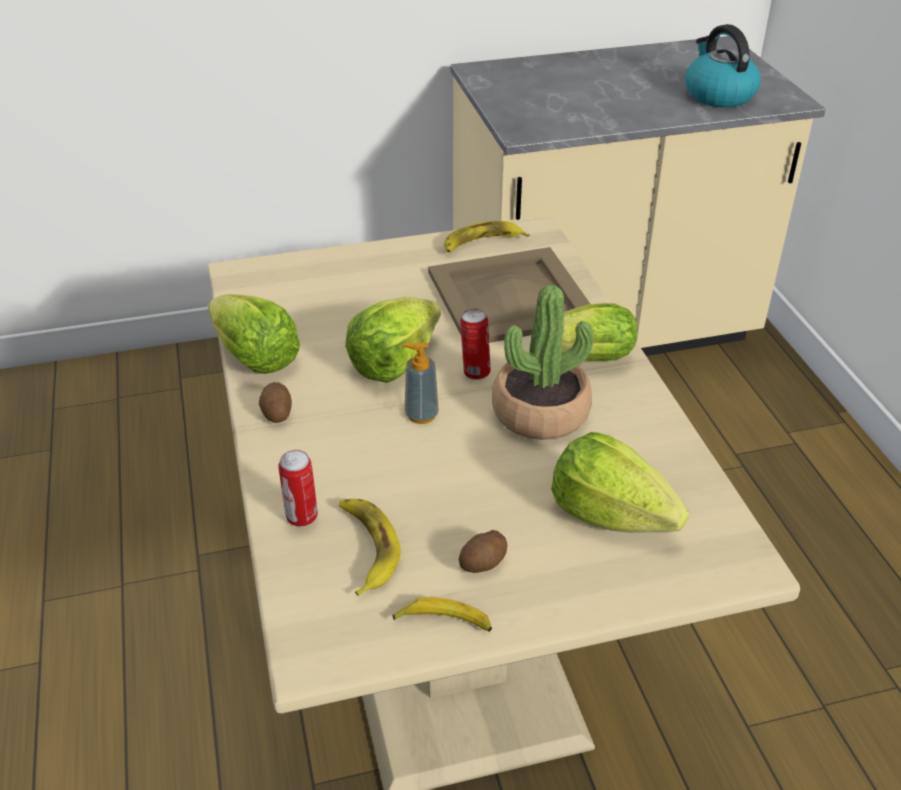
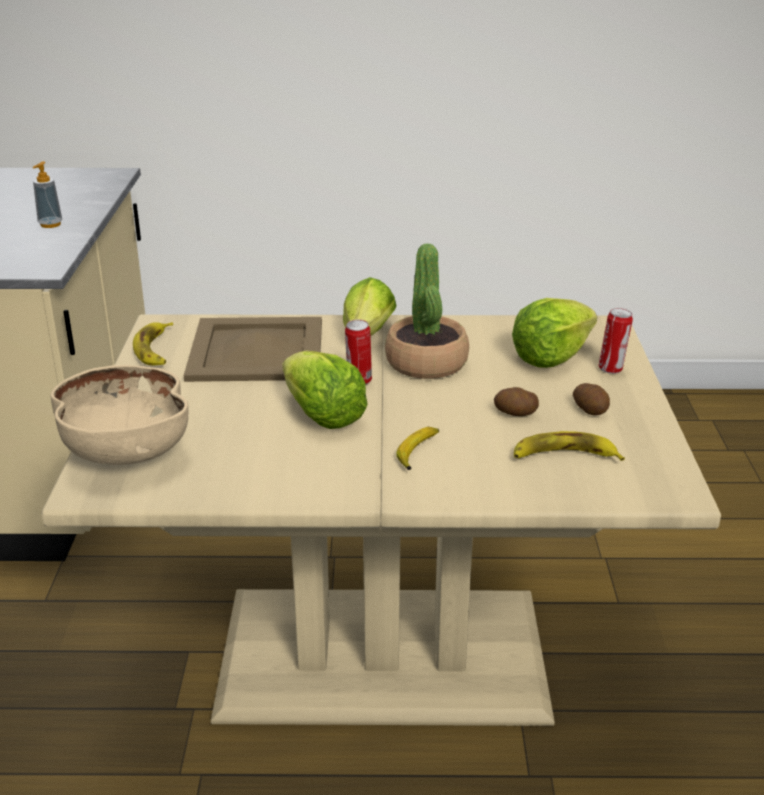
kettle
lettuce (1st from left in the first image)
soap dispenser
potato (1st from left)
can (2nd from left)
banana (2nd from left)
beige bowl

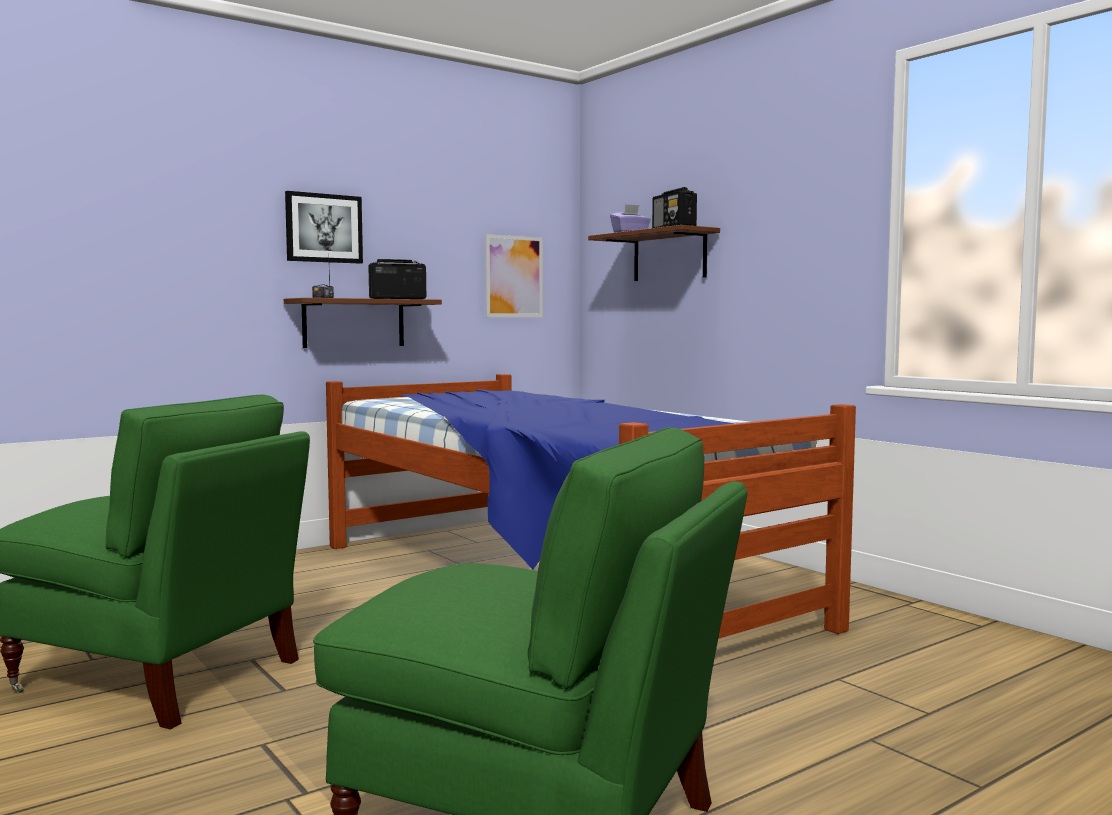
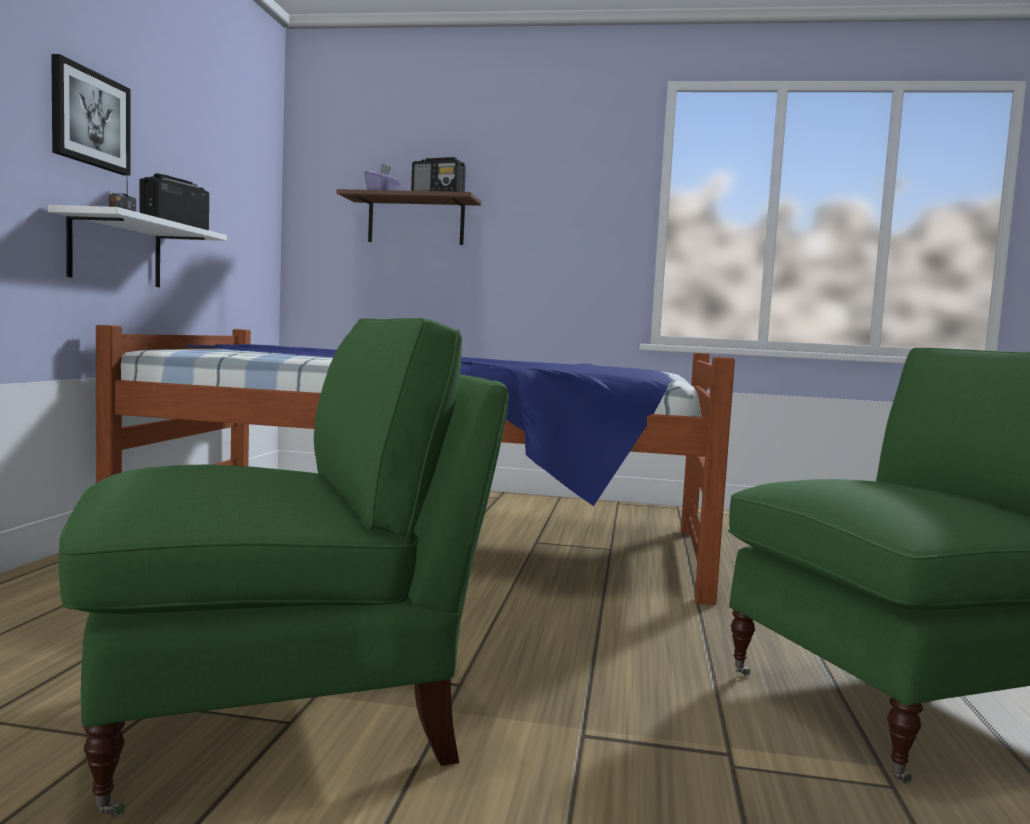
picture (2nd from left in the first image)
white shelf

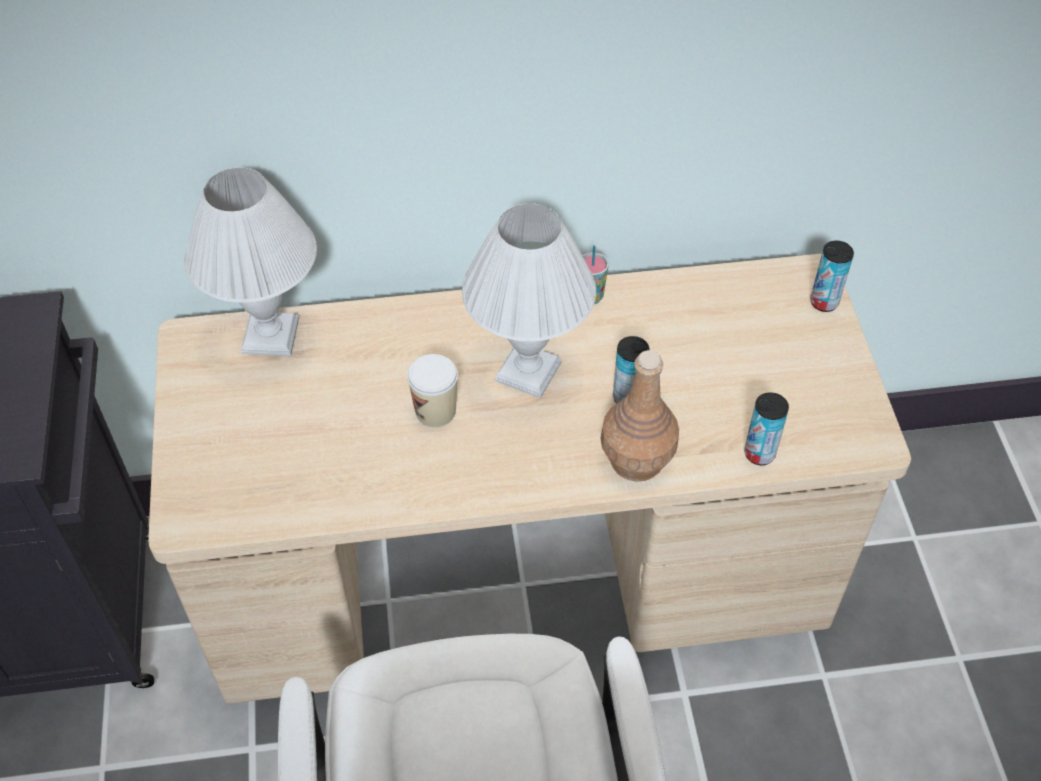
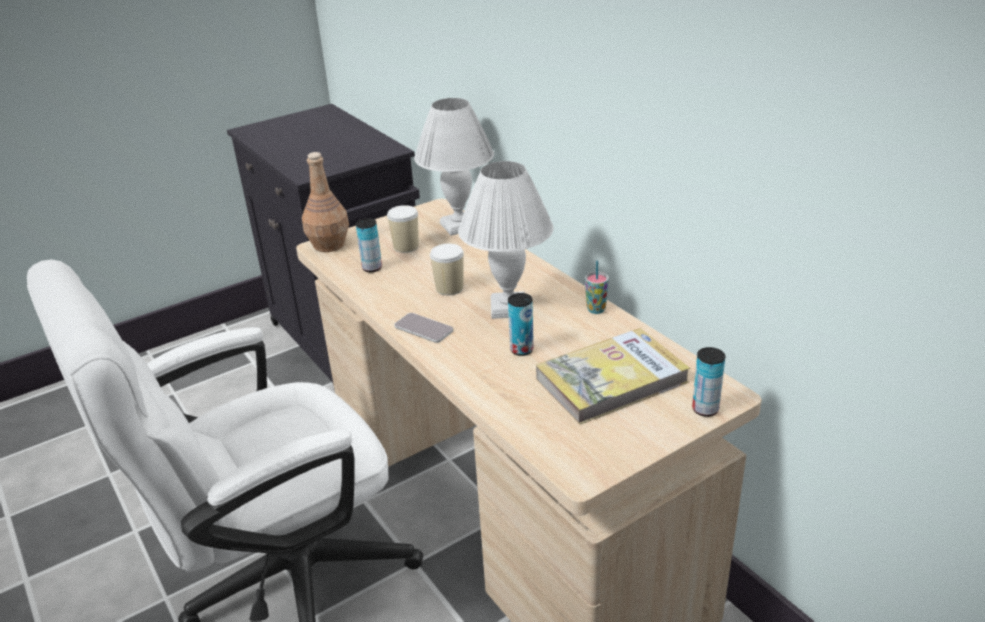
brown bottle
can (1st from left)
cup (1st from left)
phone
book

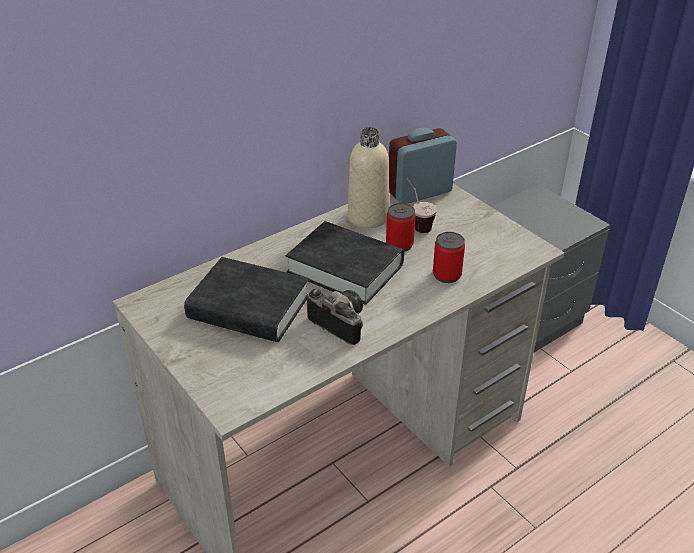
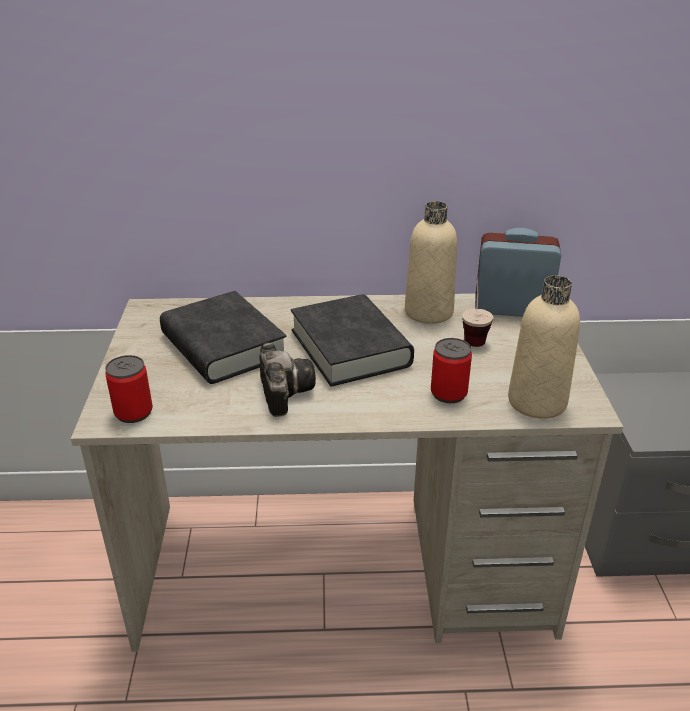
can (1st from left)
beige bottle (2nd from left)

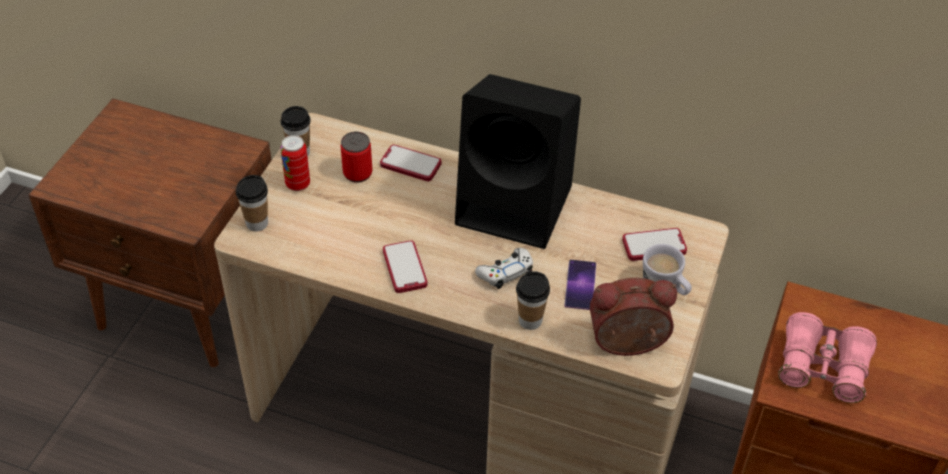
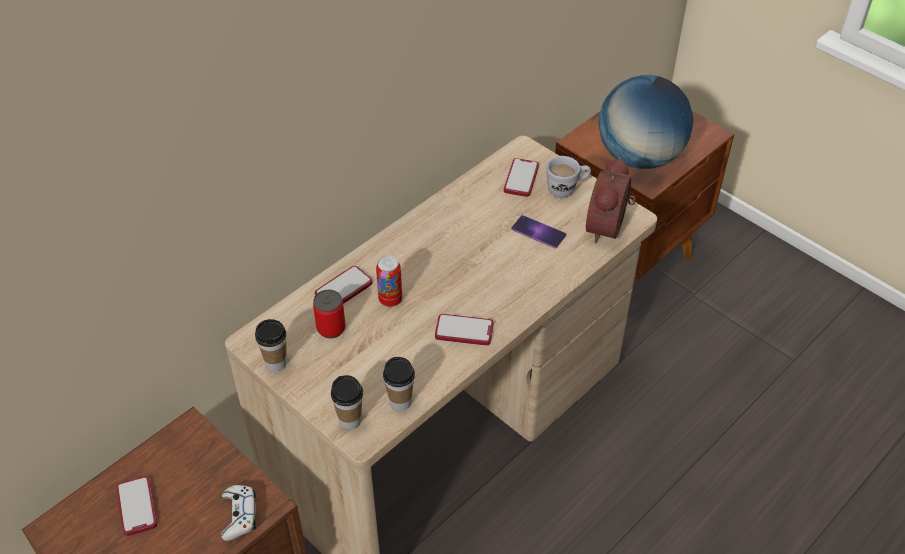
black speaker
can (2nd from left)
white game controller
cup (3rd from left)
globe
phone (1st from left)

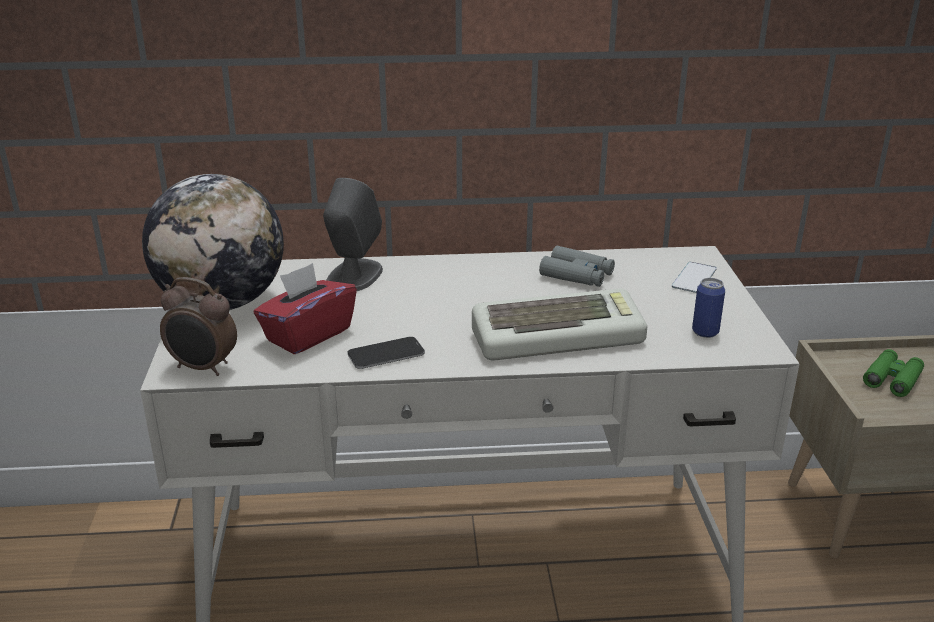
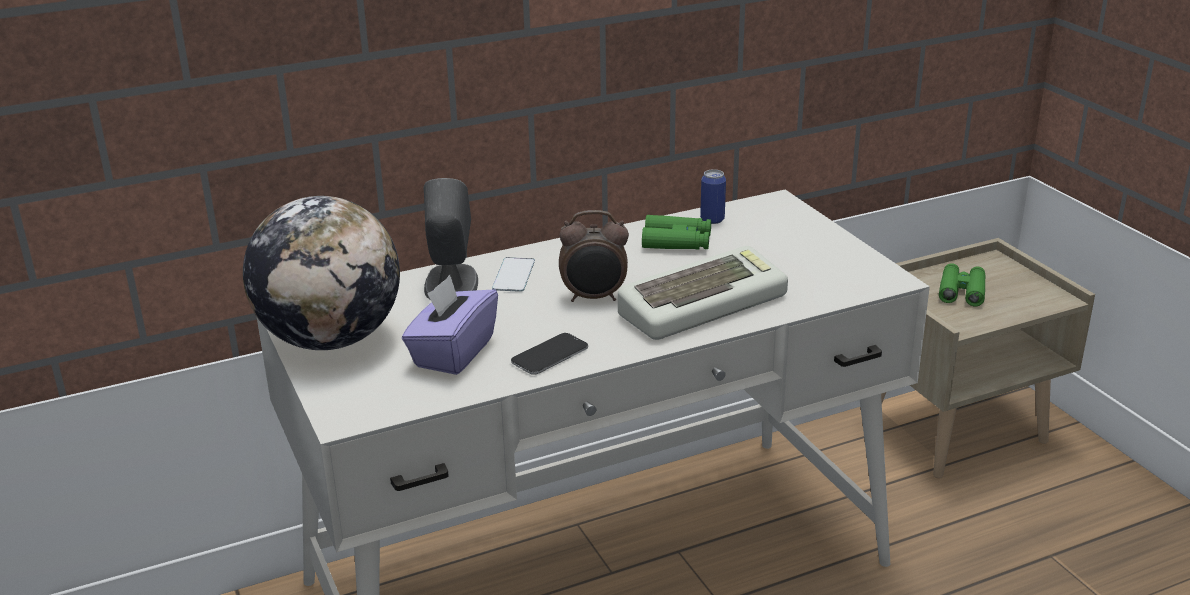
green binoculars (1st from left)
phone (1st from left)
purple tissue box
alarm clock
can

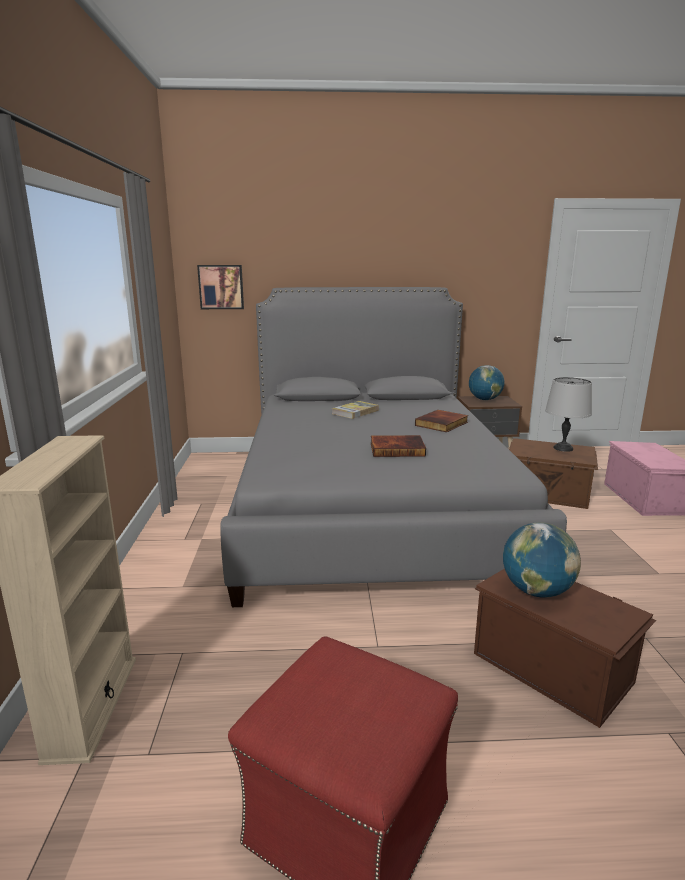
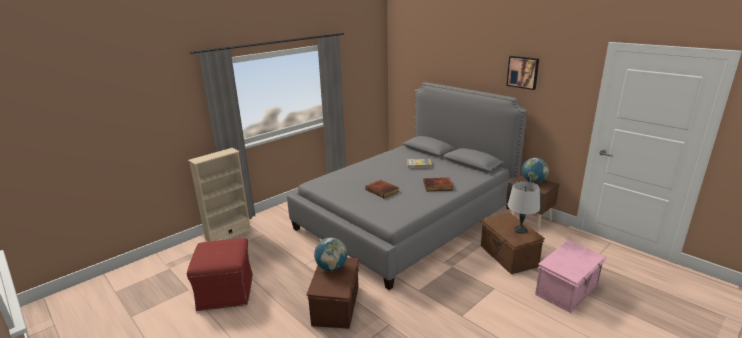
picture

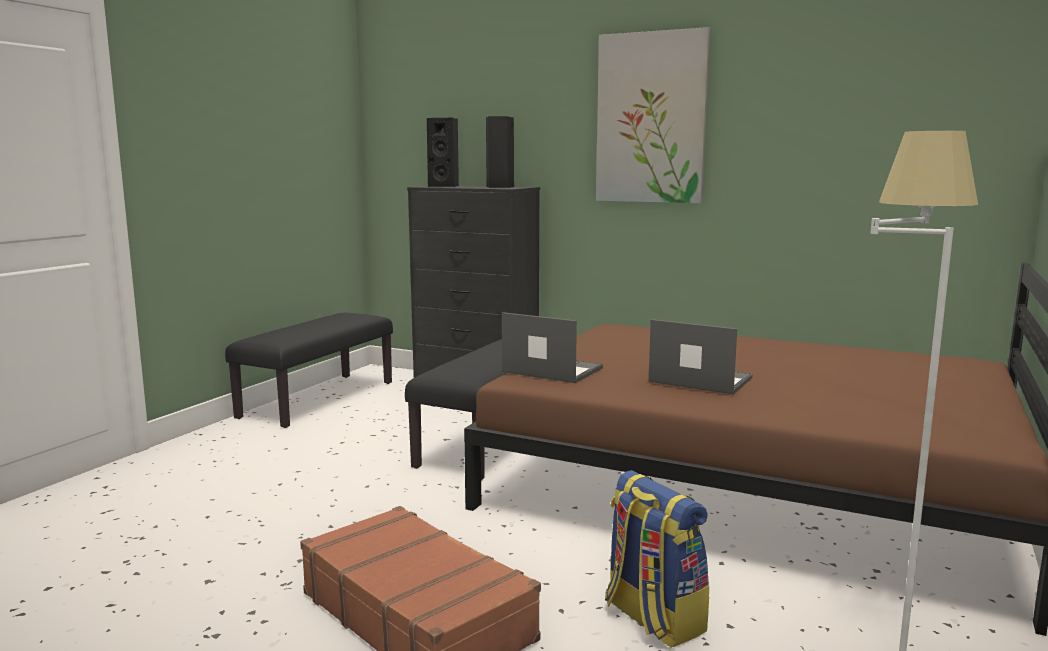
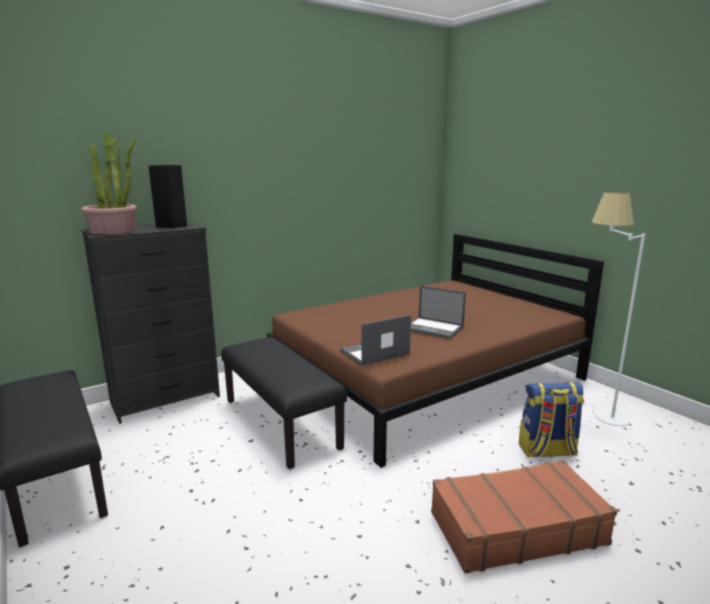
picture
potted plant
laptop (2nd from left)

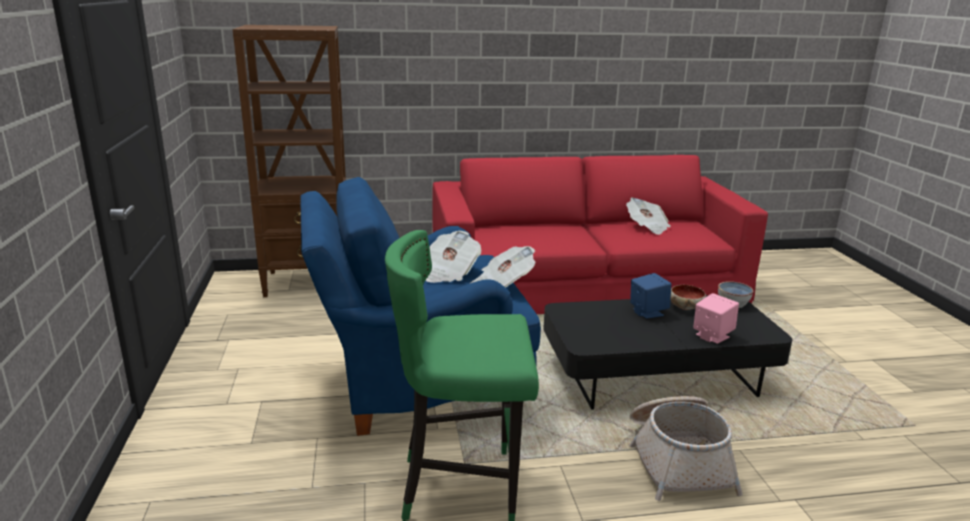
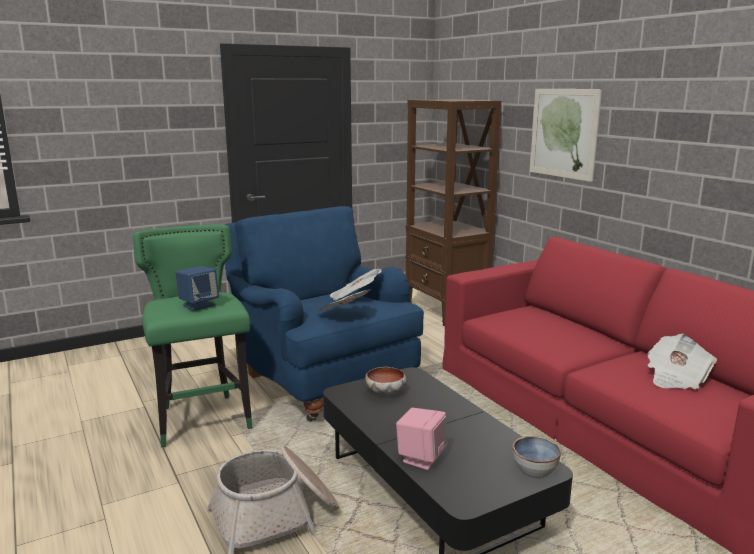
blue speaker
bowl (1st from left)
picture

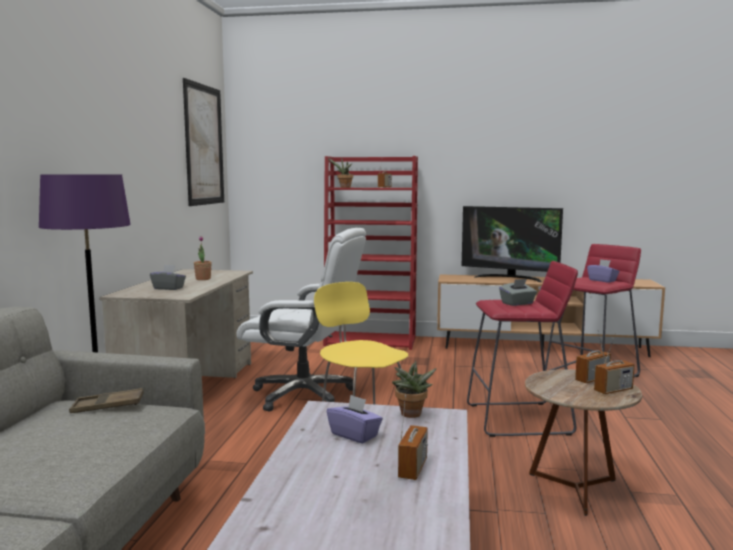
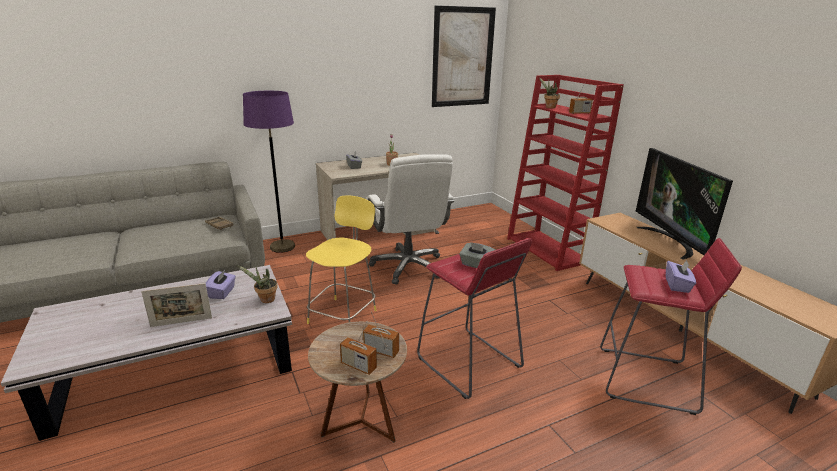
picture frame

